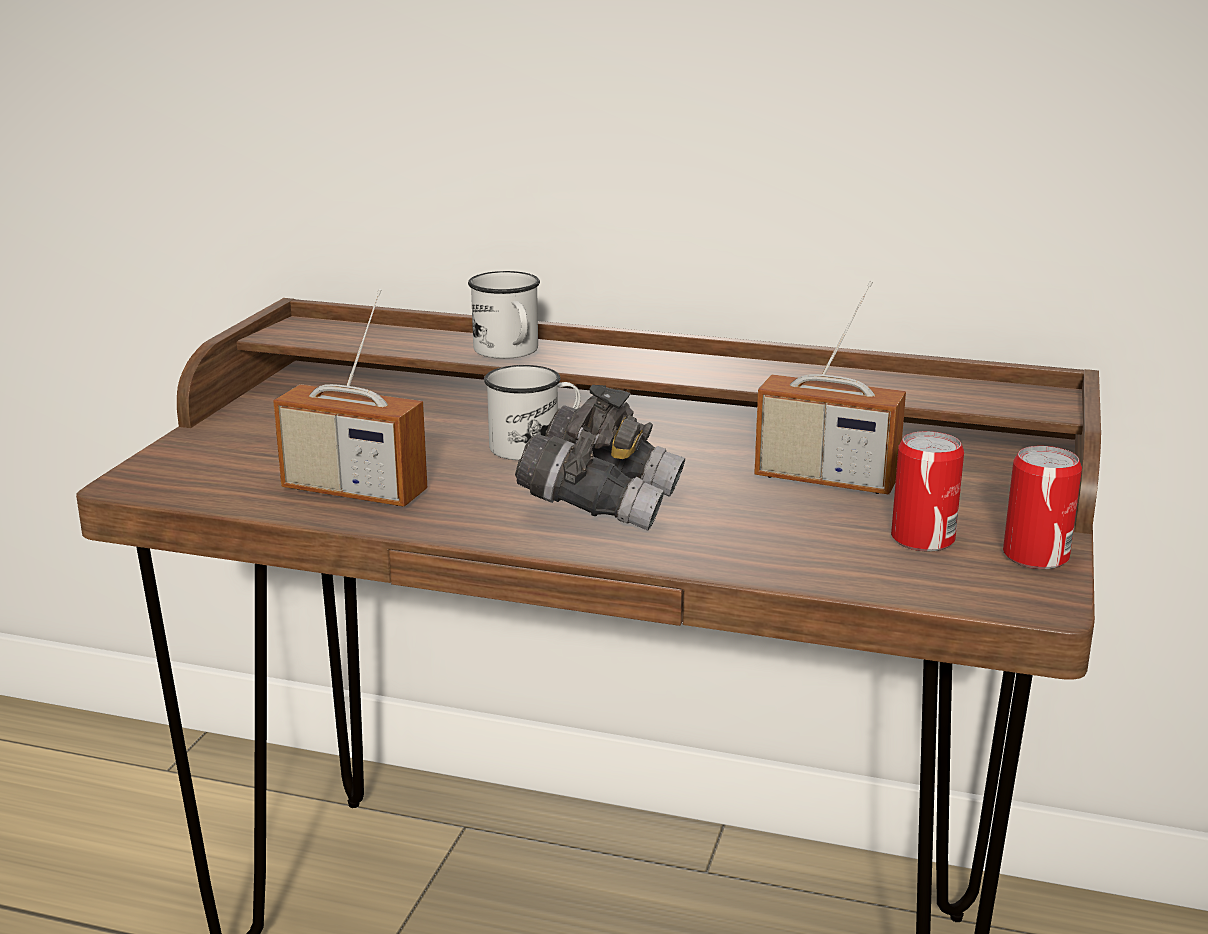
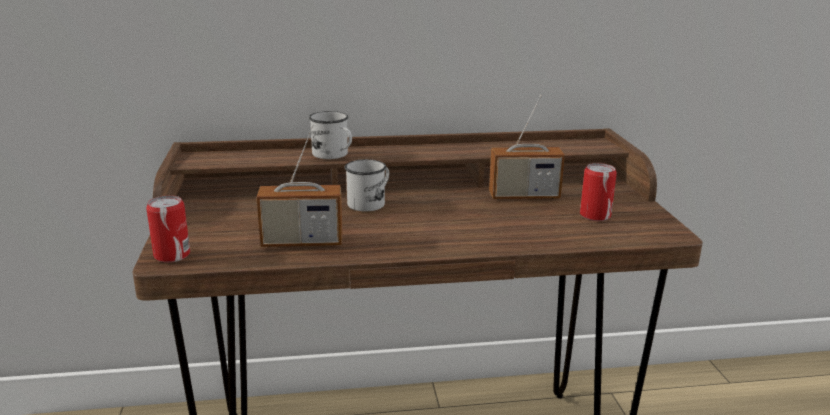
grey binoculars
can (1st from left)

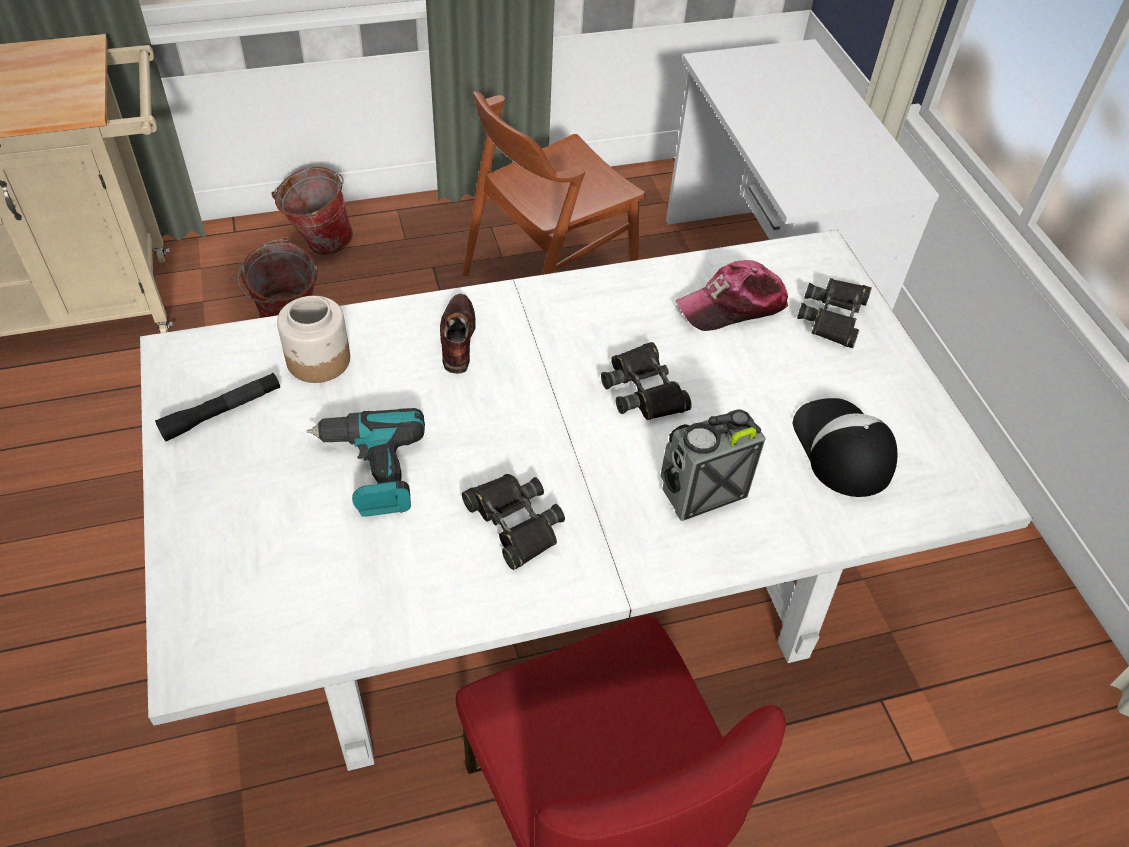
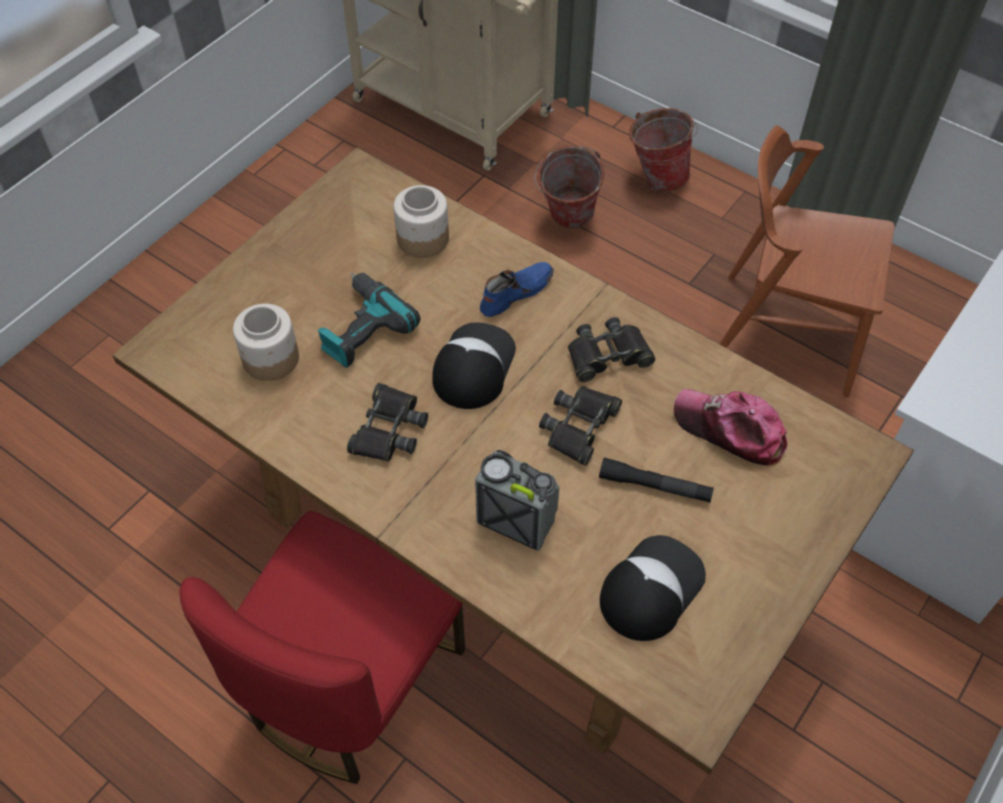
brown dining table
black binoculars (3rd from left)
blue shoe
black flashlight
jar (1st from left)
cap (1st from left)

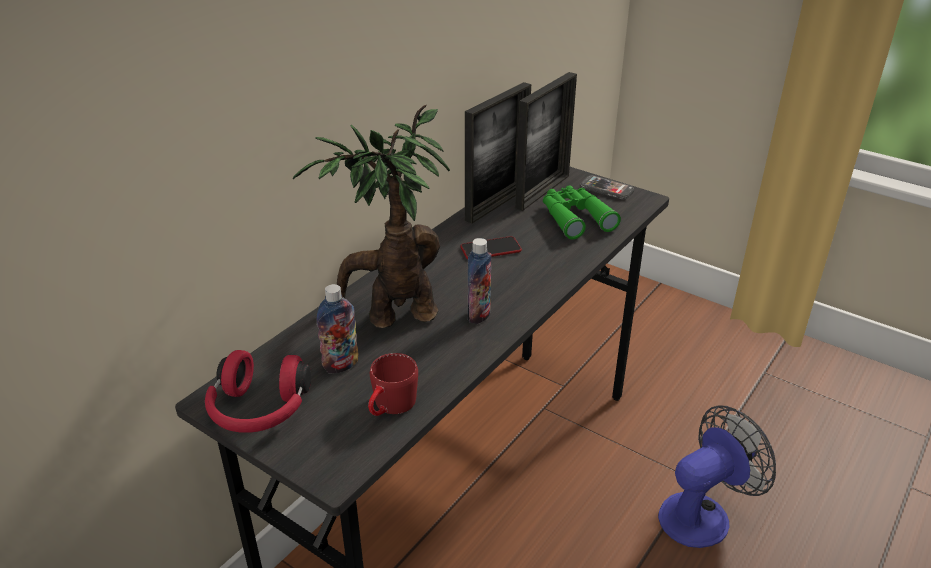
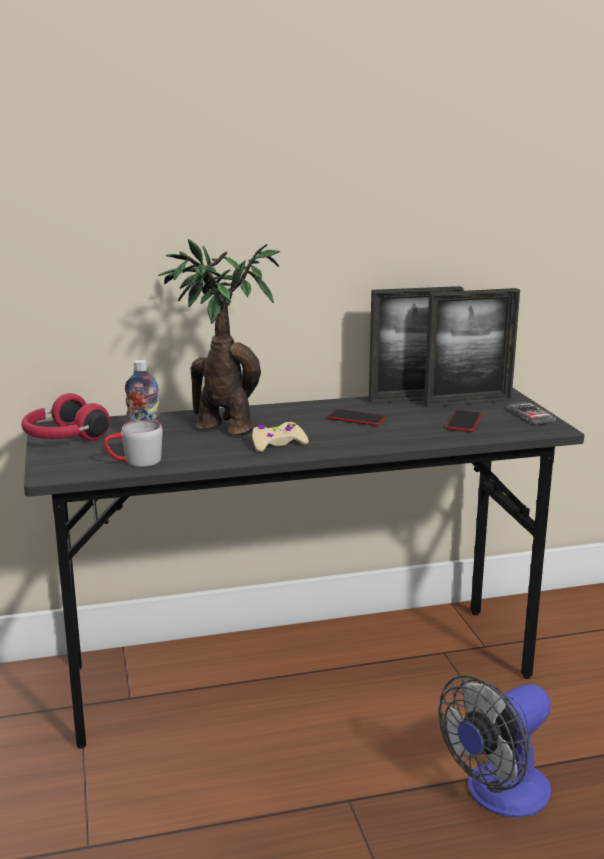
phone (2nd from left)
beige game controller
grey mug
fan

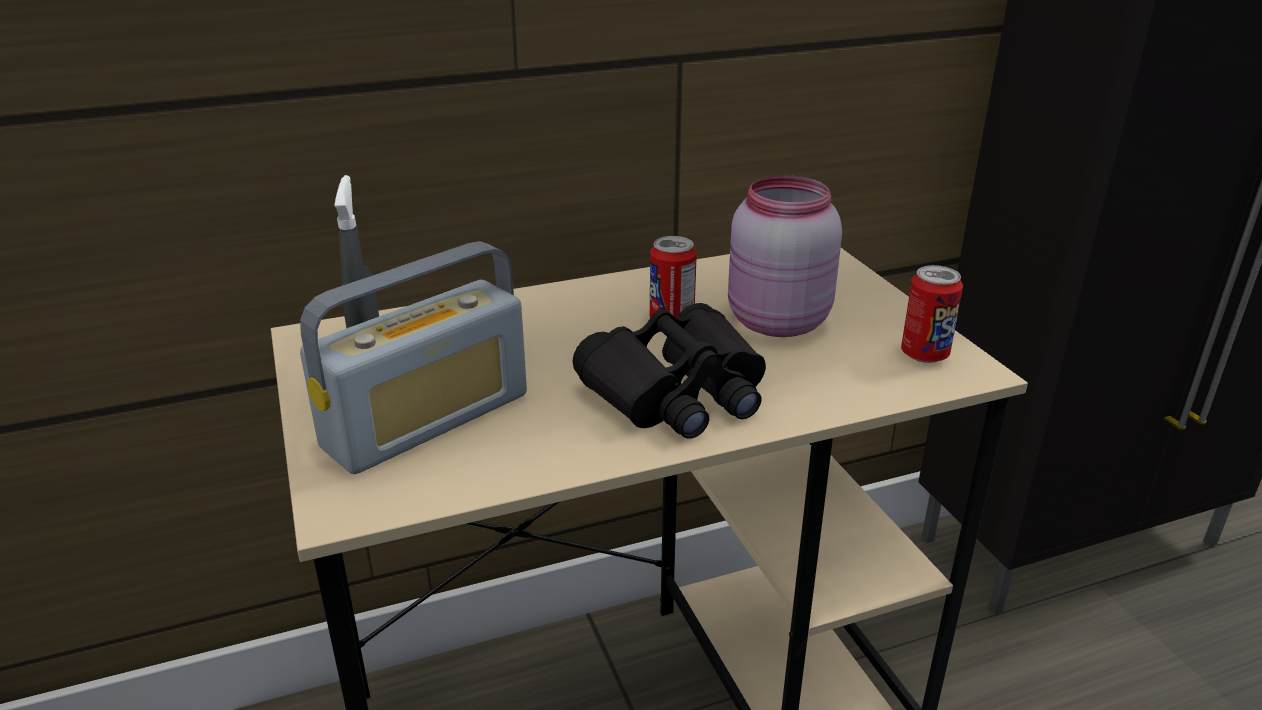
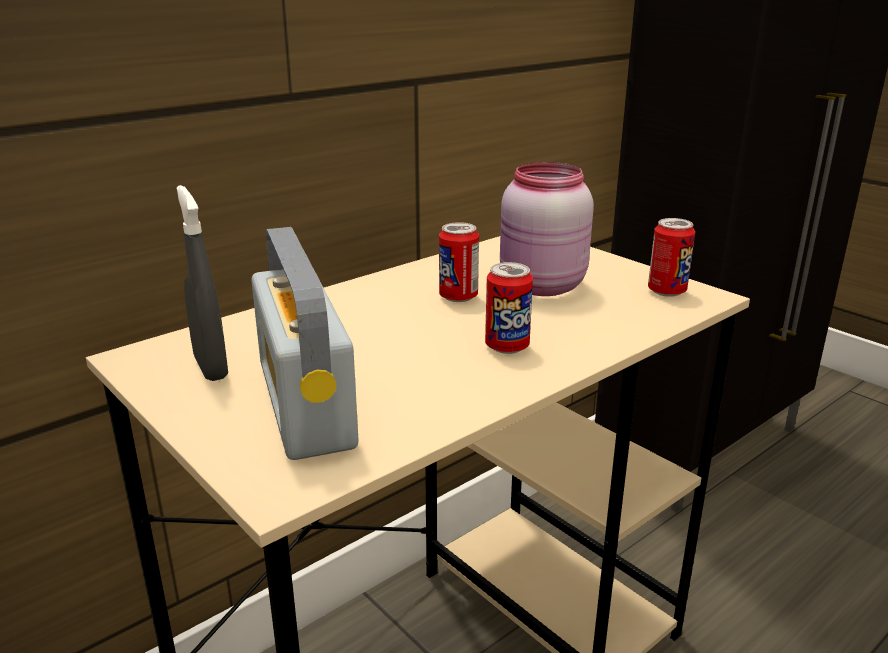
radio
can (2nd from left)

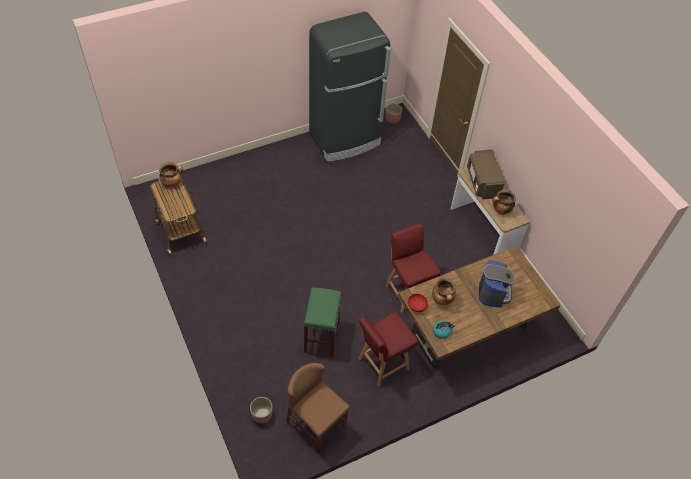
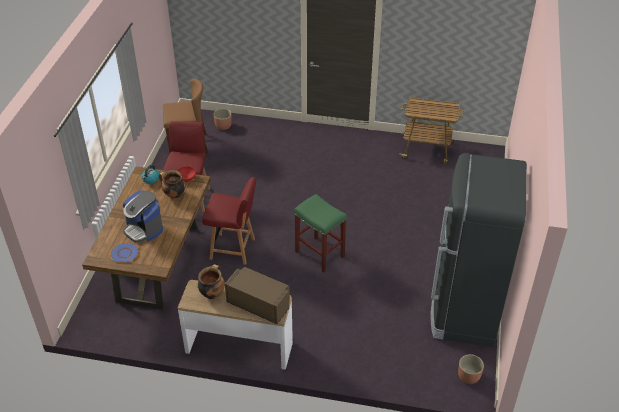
cooking pot (1st from left in the first image)
green stool
blue plate

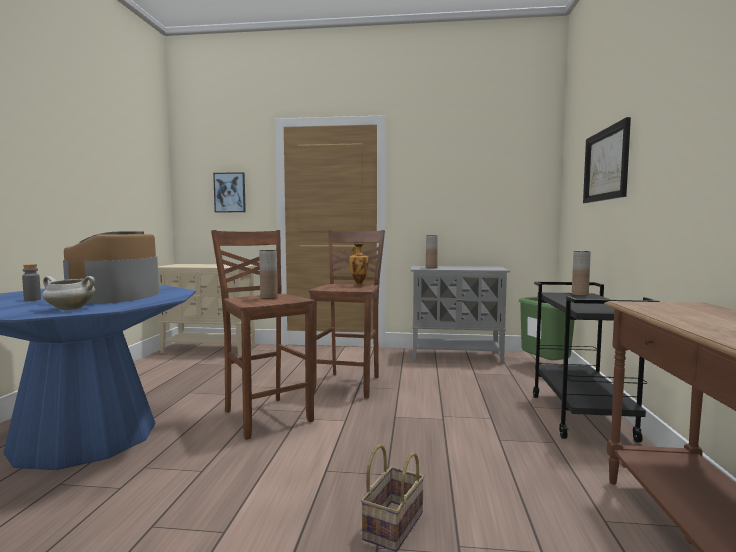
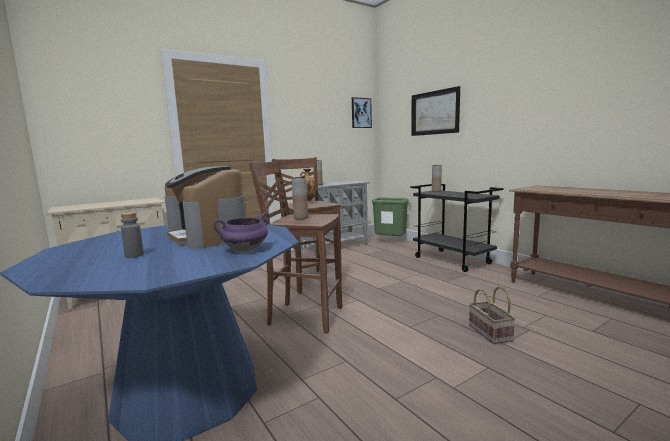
picture (1st from left)
purple cooking pot

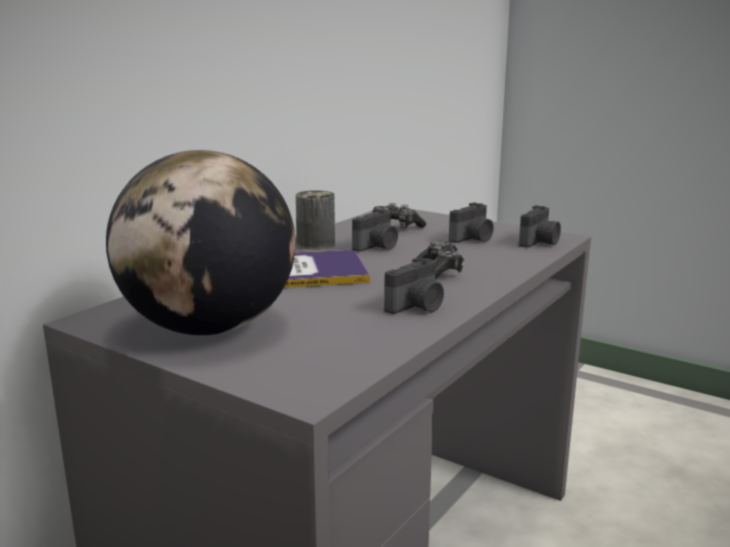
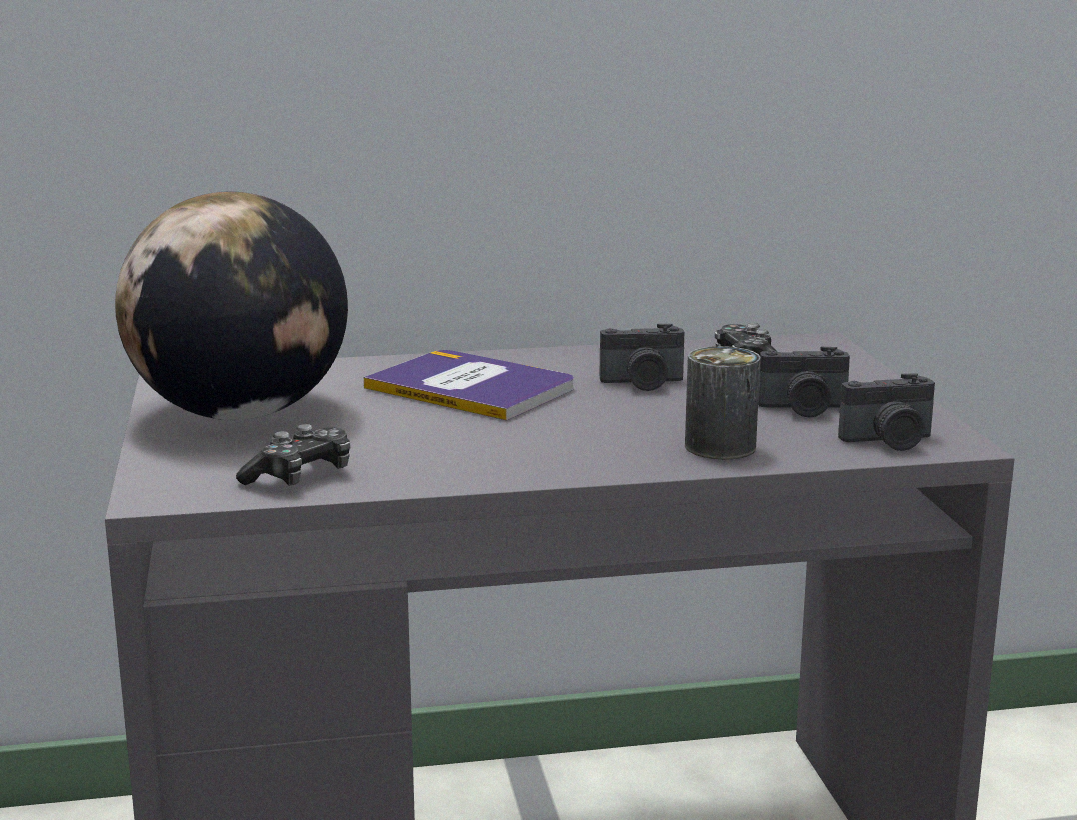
can
game controller (1st from left)
photo camera (2nd from left in the first image)

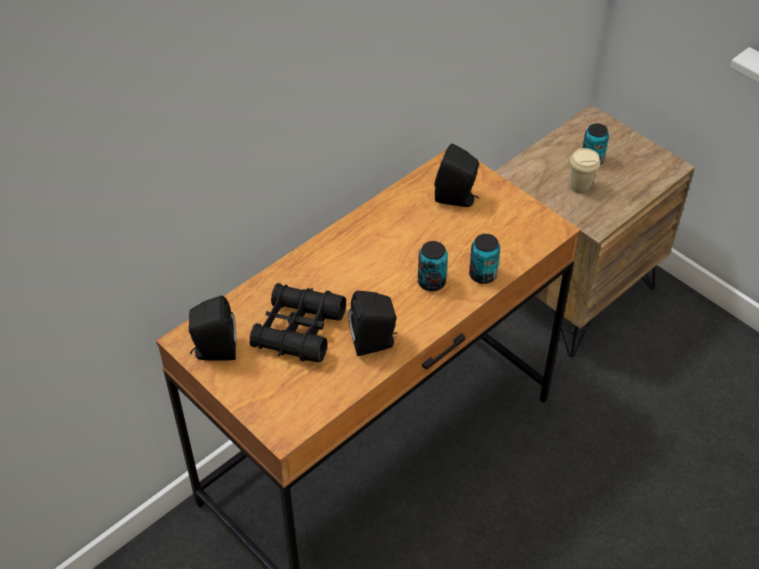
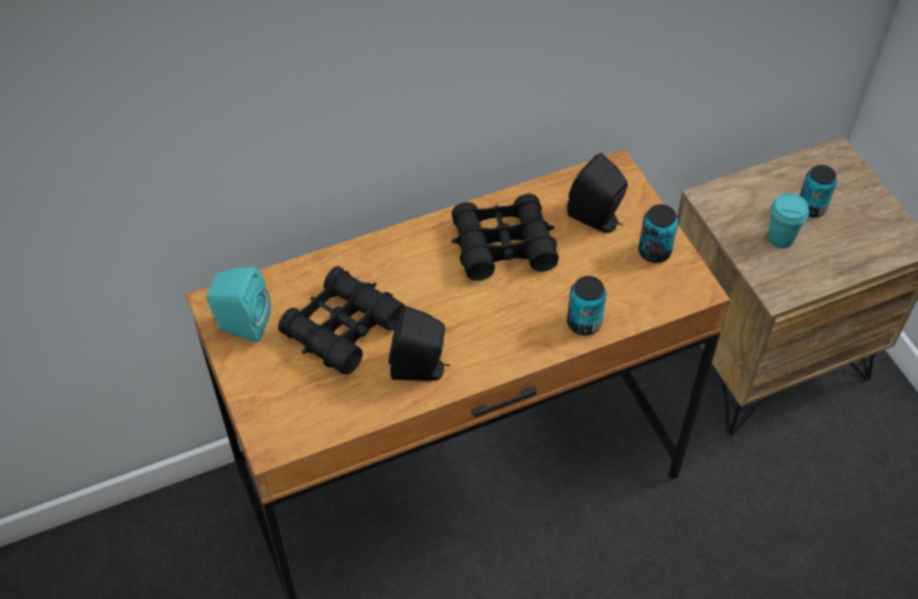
turquoise cup
can (2nd from left)
turquoise speaker
black binoculars (2nd from left)

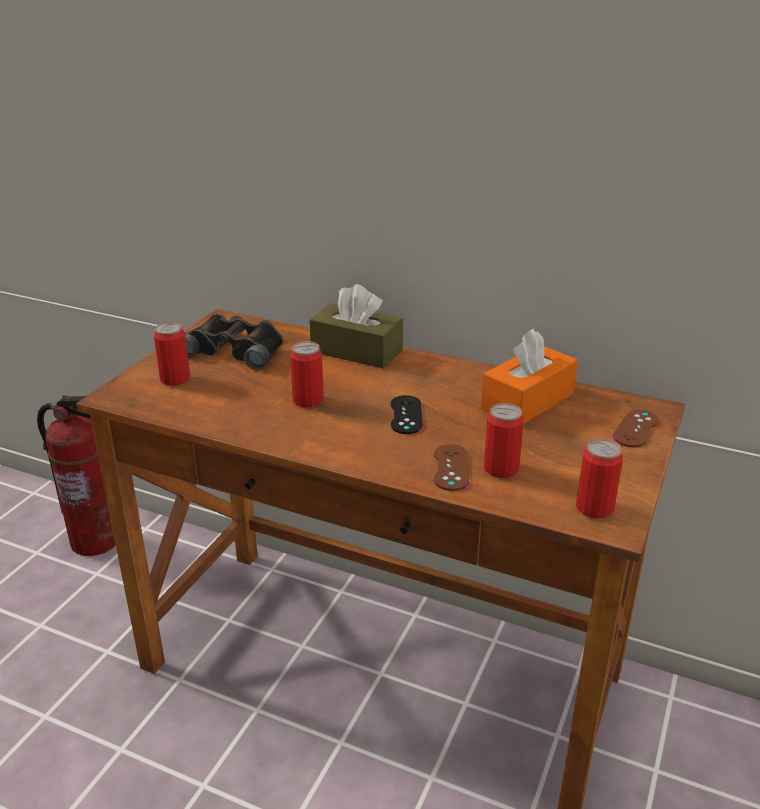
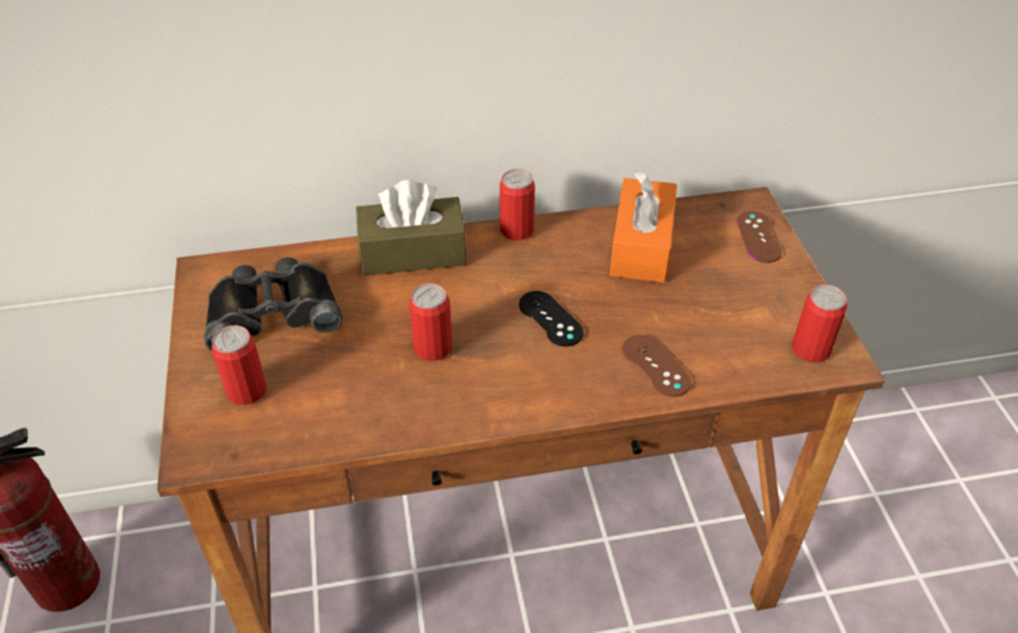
can (3rd from left)

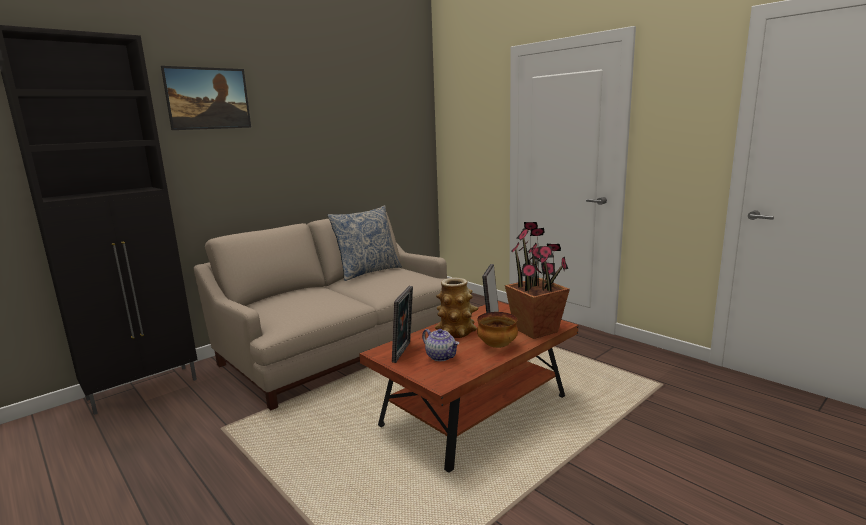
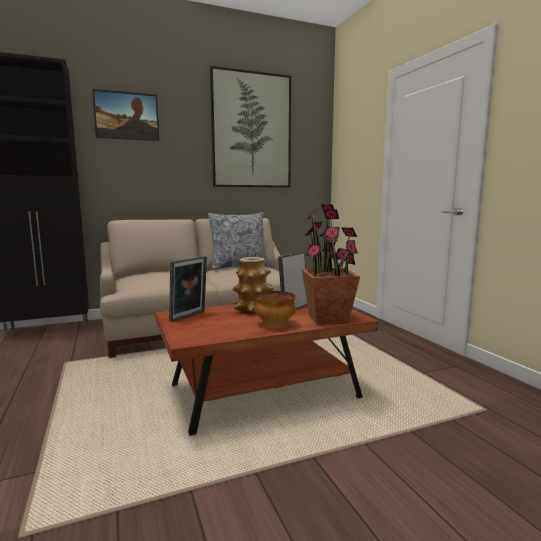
teapot
picture (2nd from left)

